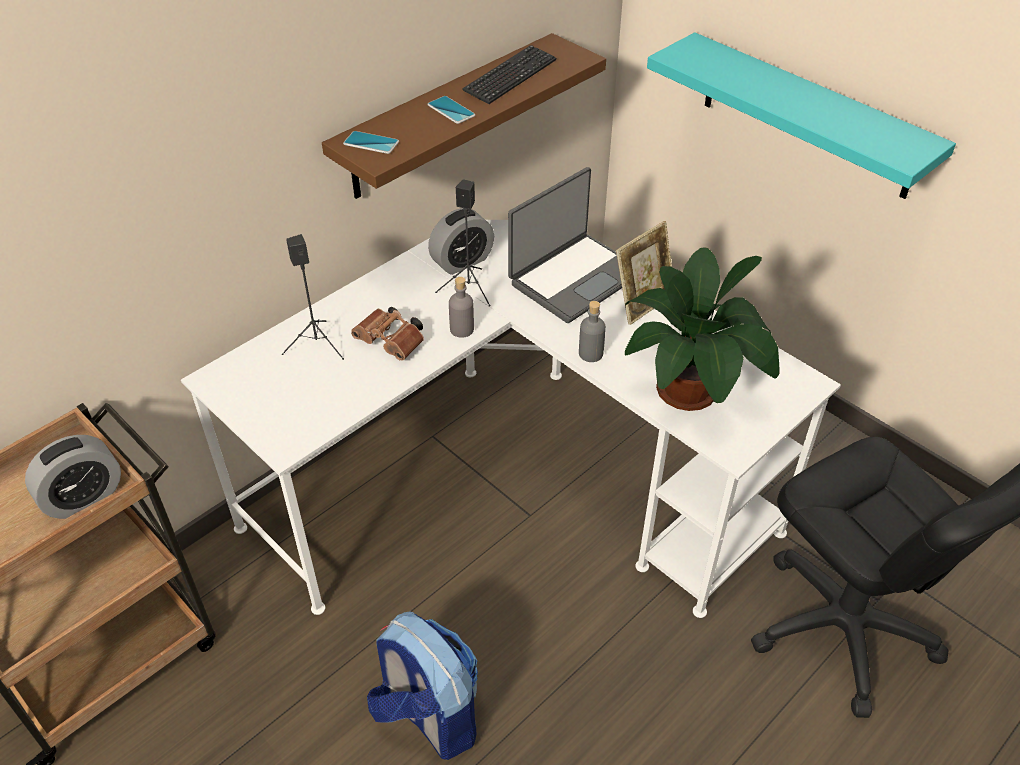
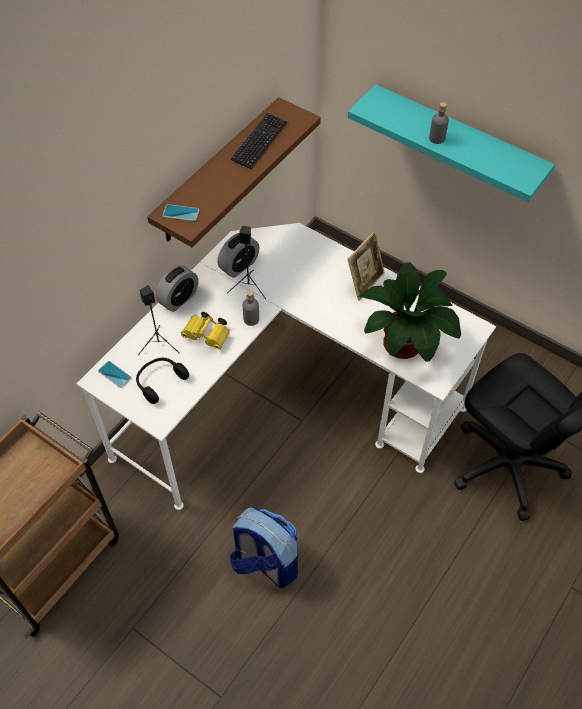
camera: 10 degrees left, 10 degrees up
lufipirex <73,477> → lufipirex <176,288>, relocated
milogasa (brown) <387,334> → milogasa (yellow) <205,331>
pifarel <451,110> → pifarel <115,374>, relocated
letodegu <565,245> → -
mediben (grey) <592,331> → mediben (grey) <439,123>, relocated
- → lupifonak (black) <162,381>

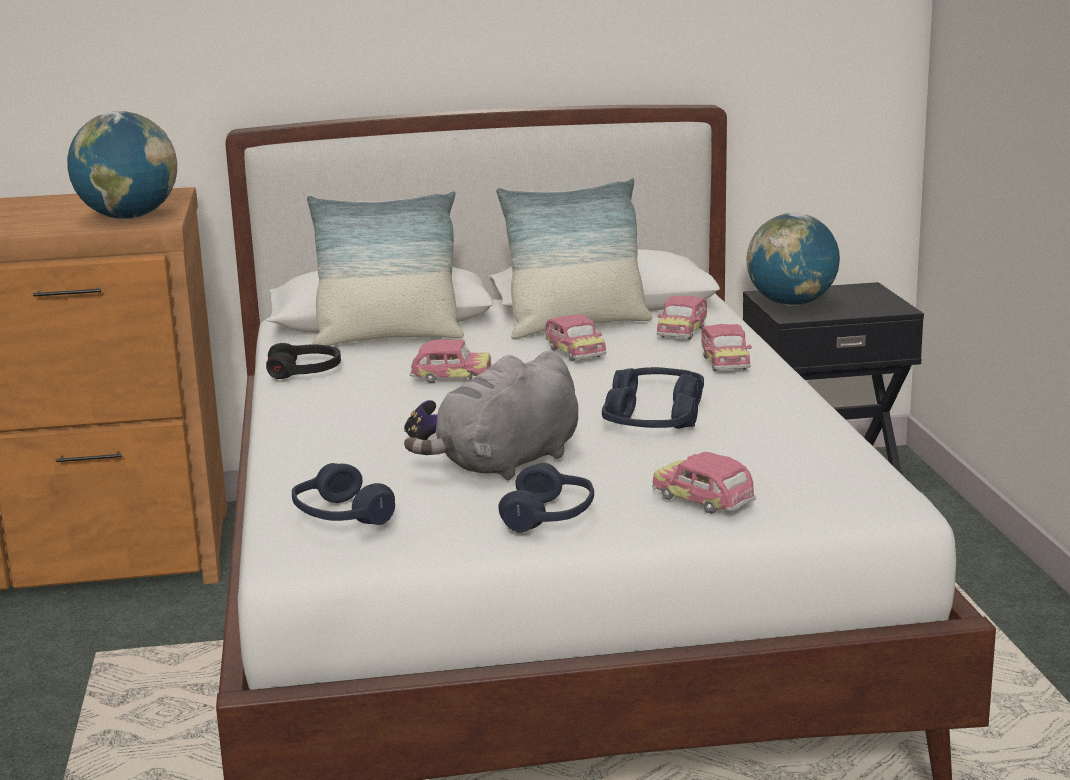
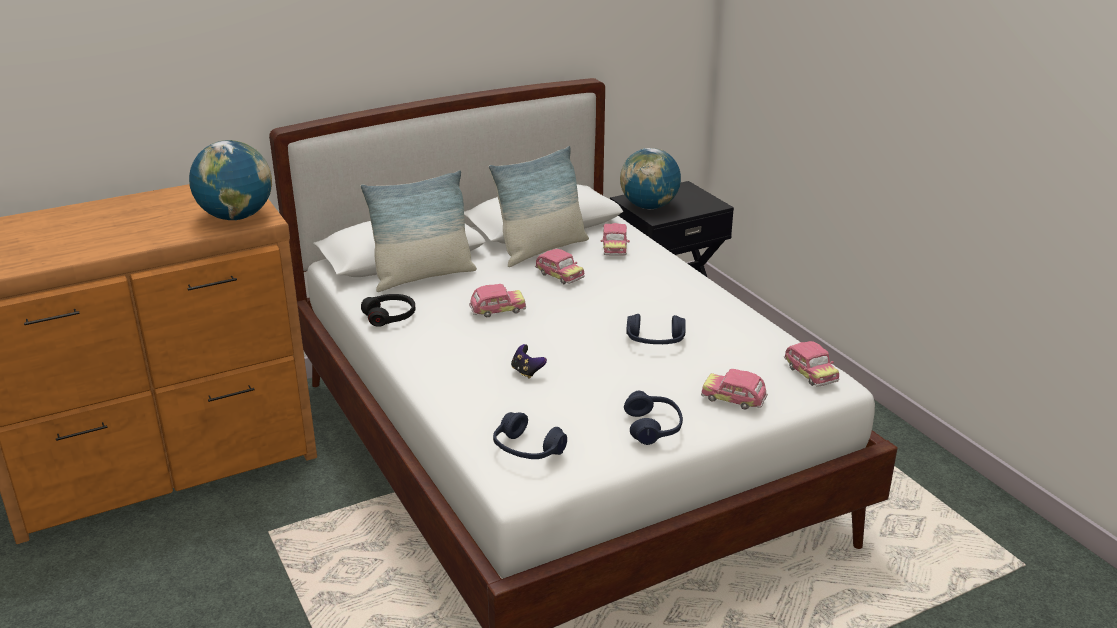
camera: 20 degrees left, 10 degrees up
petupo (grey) <491,415> → -
lupifonak (blue) <658,385> → -
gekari <726,347> → gekari <811,364>, relocated

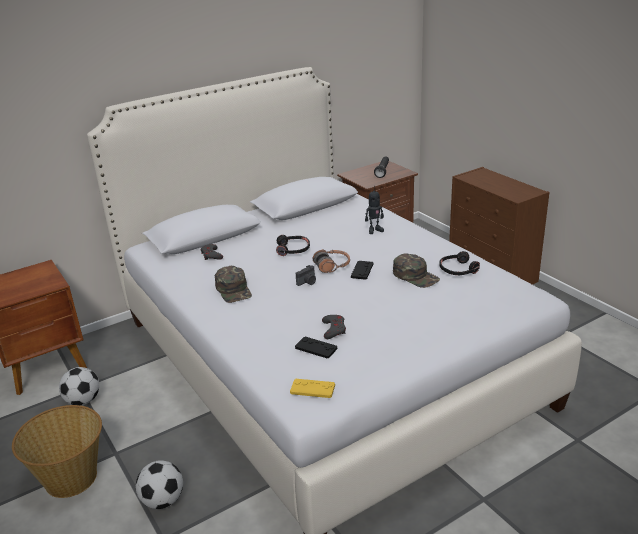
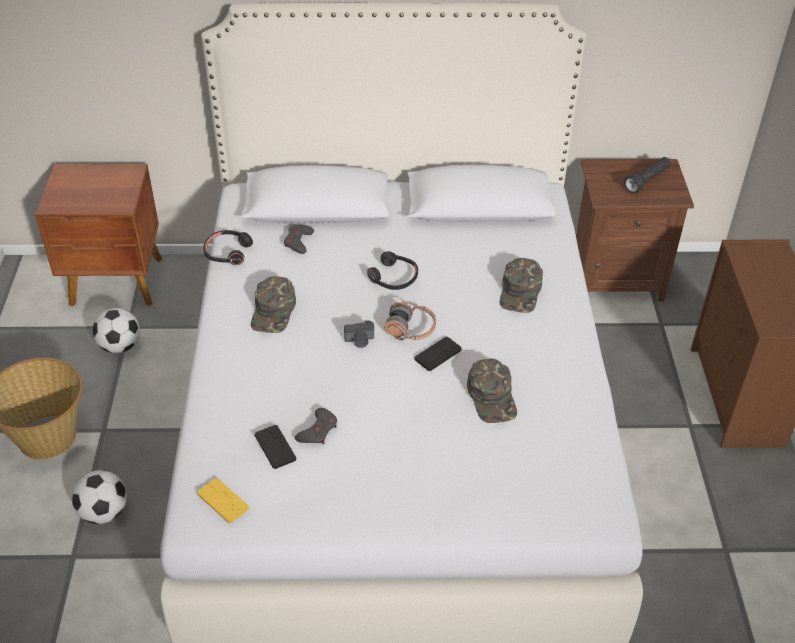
camera: 30 degrees right, 15 degrees up
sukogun <374,212> → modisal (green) <521,285>
lupifonak (black) <459,263> → lupifonak (black) <228,247>, relocated

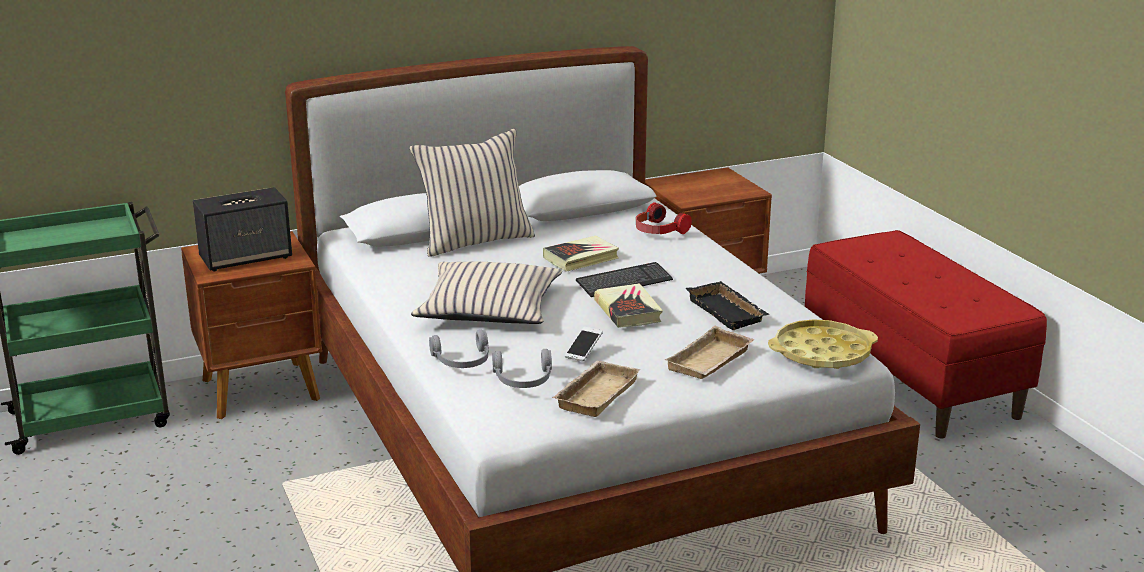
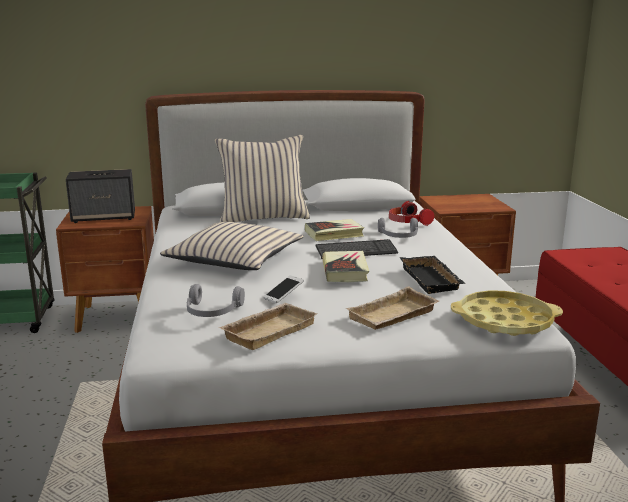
camera: 15 degrees right, 5 degrees down
lupifonak (grey) <459,348> → lupifonak (grey) <398,228>, relocated

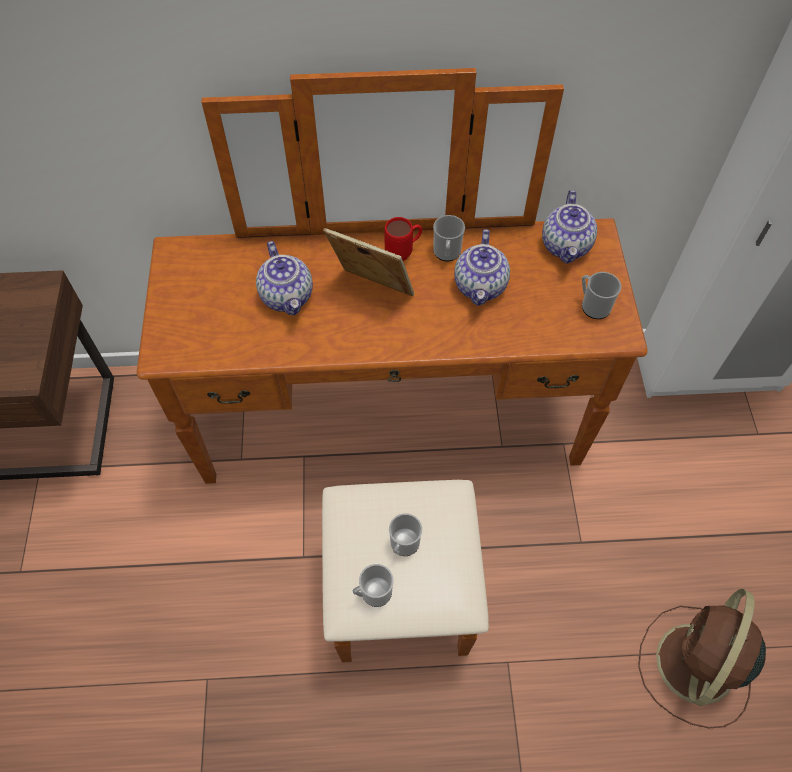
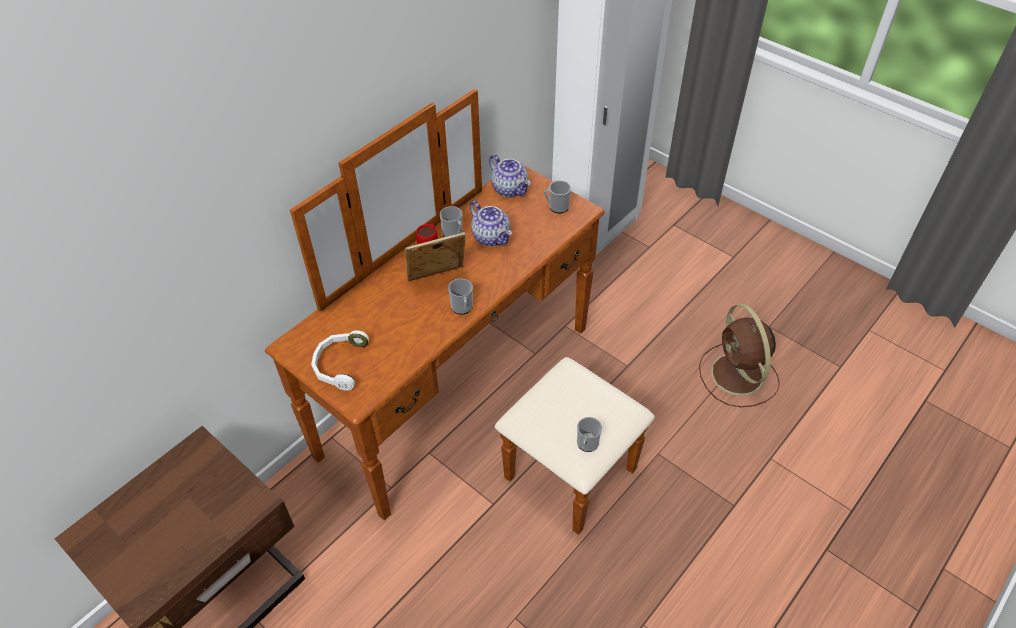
camera: 45 degrees left, 10 degrees down
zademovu <284,278> → -
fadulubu <405,534> → fadulubu <460,296>, relocated
- → lupifonak (white) <340,360>

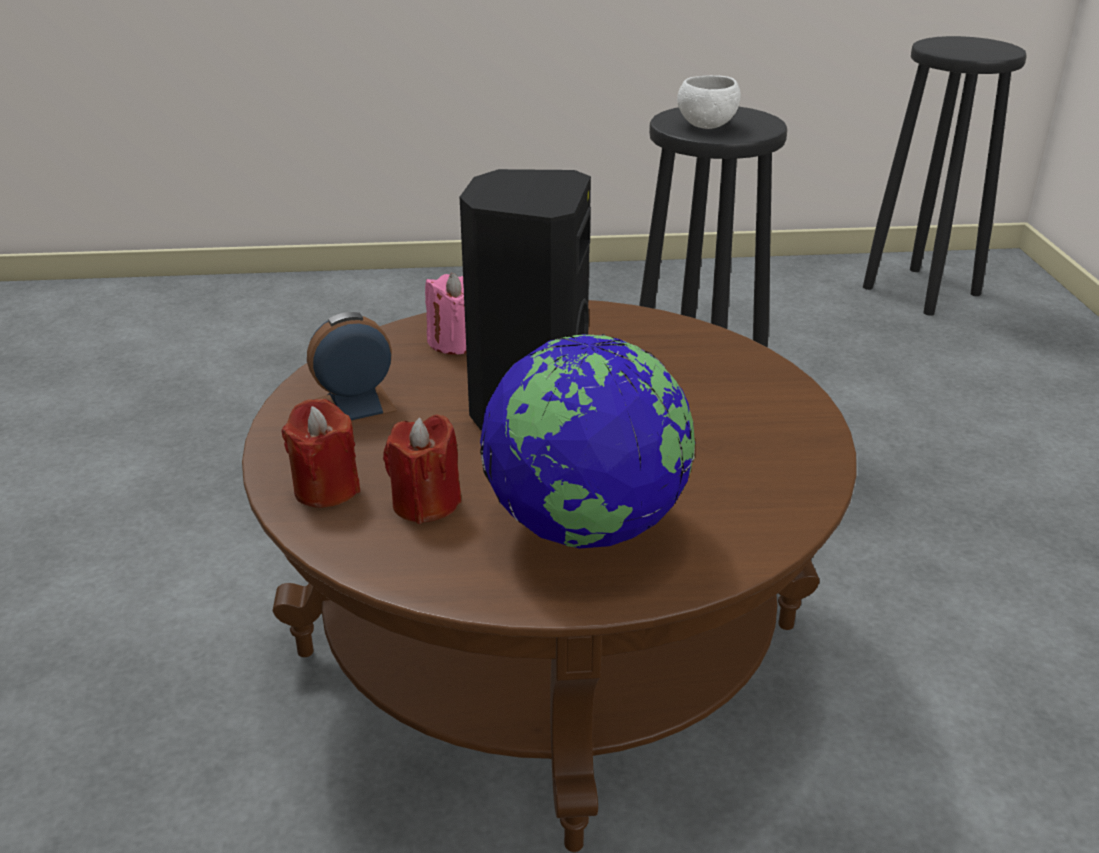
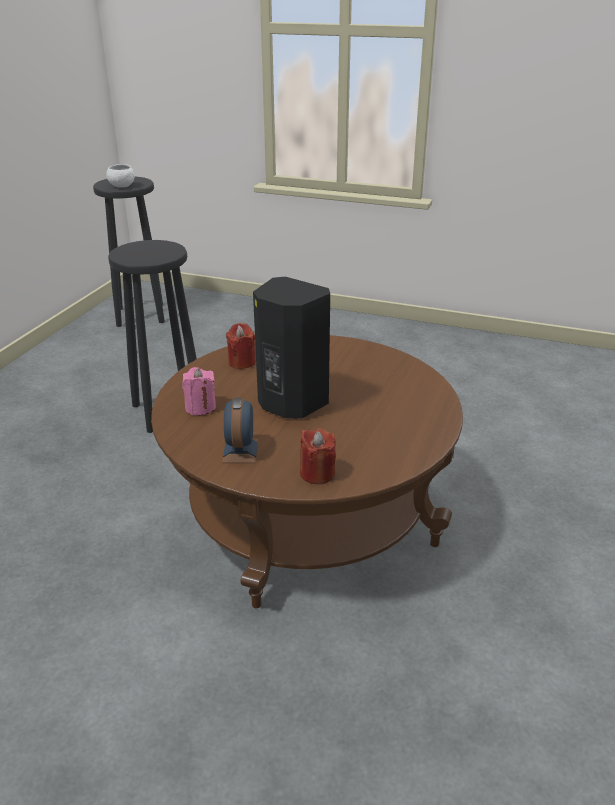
camera: 65 degrees left, 0 degrees up
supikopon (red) <422,469> → supikopon (red) <241,346>, relocated
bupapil <587,441> → -
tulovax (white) <709,102> → tulovax (white) <120,176>, relocated

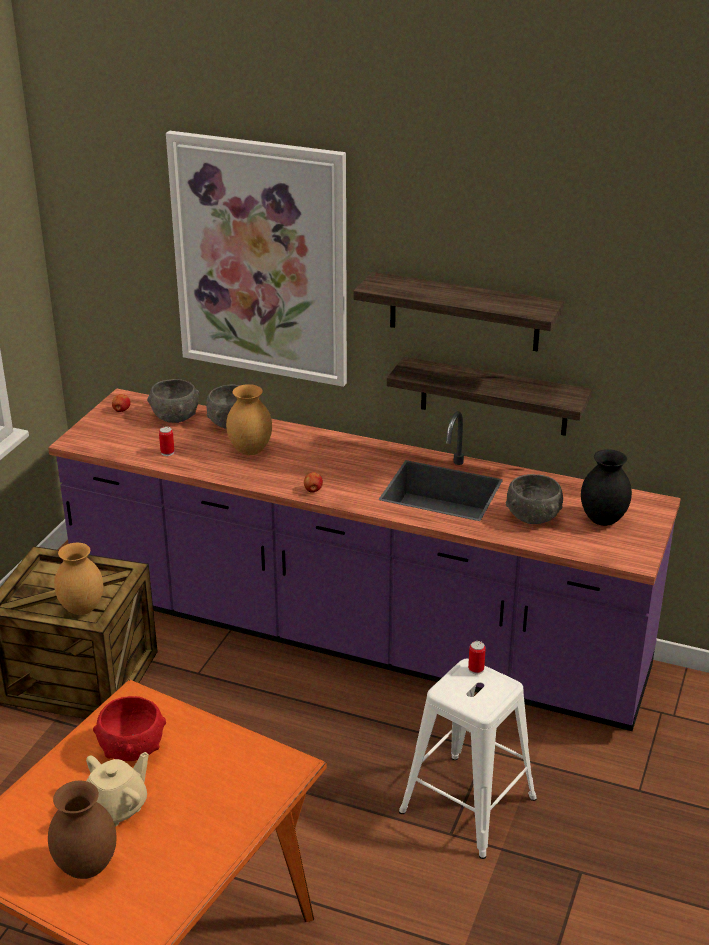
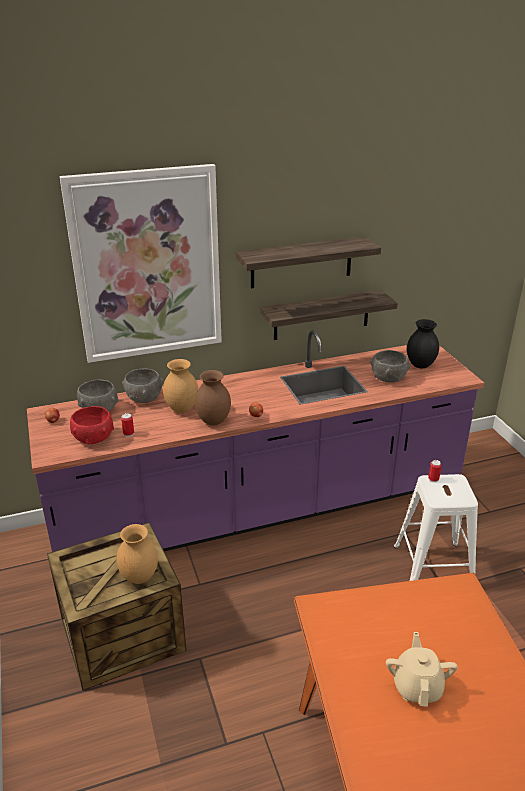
camera: 40 degrees left, 0 degrees up
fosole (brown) <82,830> → fosole (brown) <213,397>, relocated
tulovax (red) <129,728> → tulovax (red) <92,425>, relocated

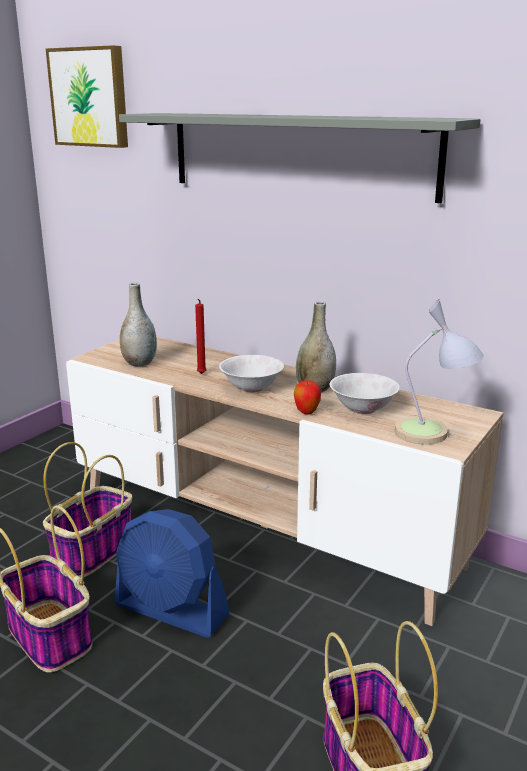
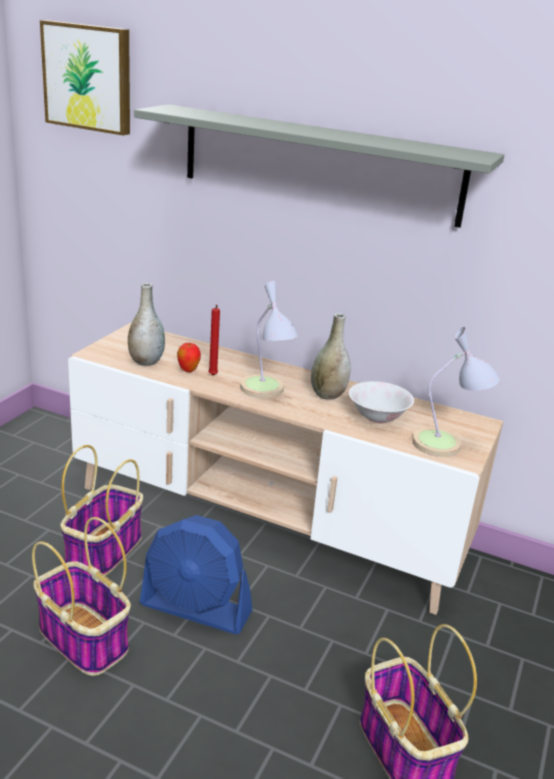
camera: 10 degrees left, 5 degrees up
tulovax (white) <251,373> → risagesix <269,339>
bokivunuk <307,397> → bokivunuk <189,357>, relocated

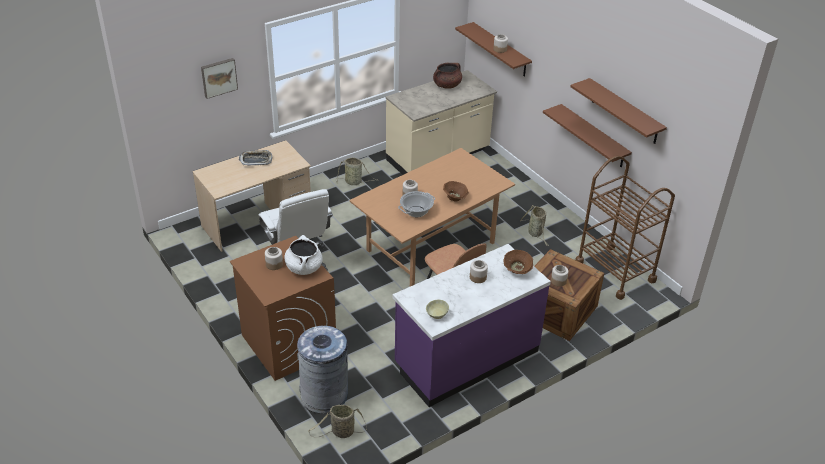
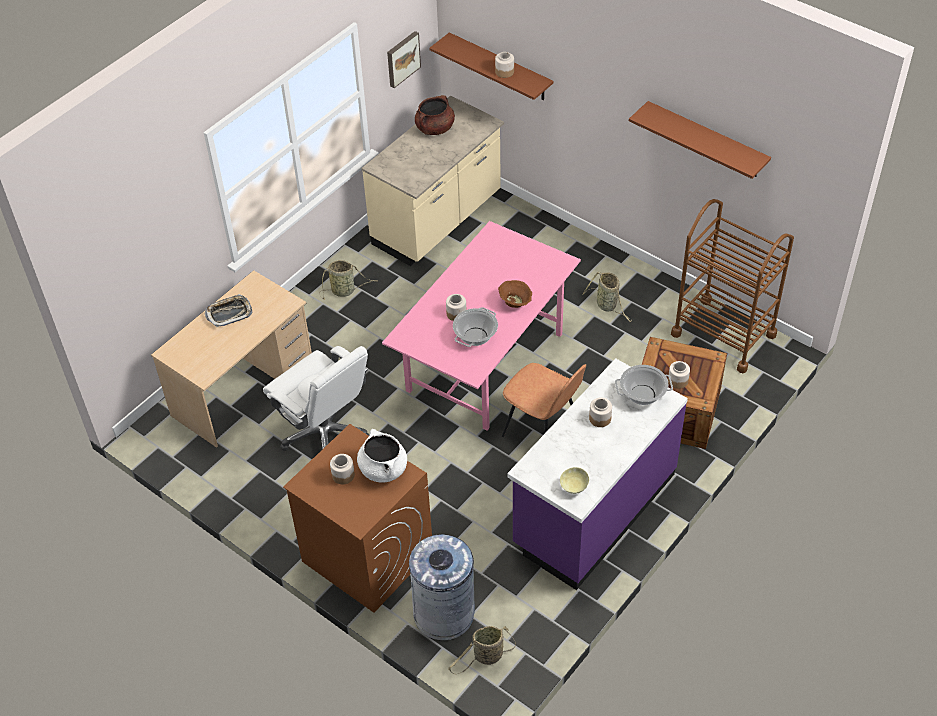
camera: 15 degrees left, 10 degrees up
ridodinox <219,78> → ridodinox <404,59>, relocated
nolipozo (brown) <432,217> → nolipozo (pink) <481,325>
tulovax (brown) <518,262> → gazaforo <644,385>
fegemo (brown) <587,135> → -

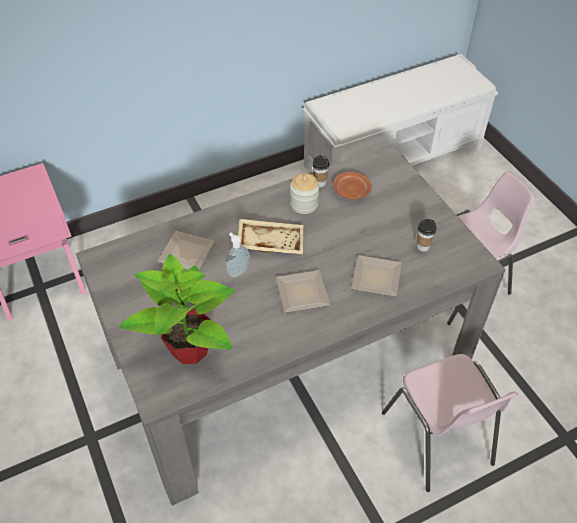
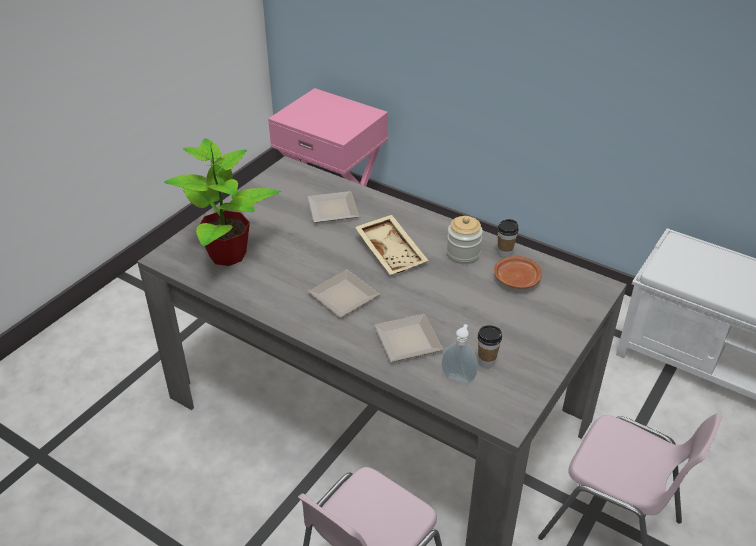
camera: 60 degrees right, 10 degrees down
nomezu <238,255> → nomezu <460,354>, relocated

